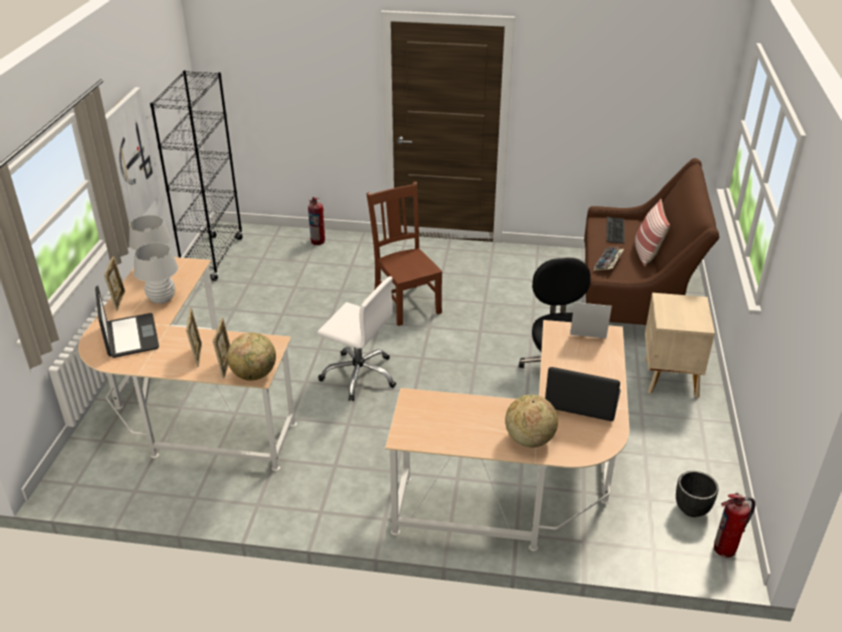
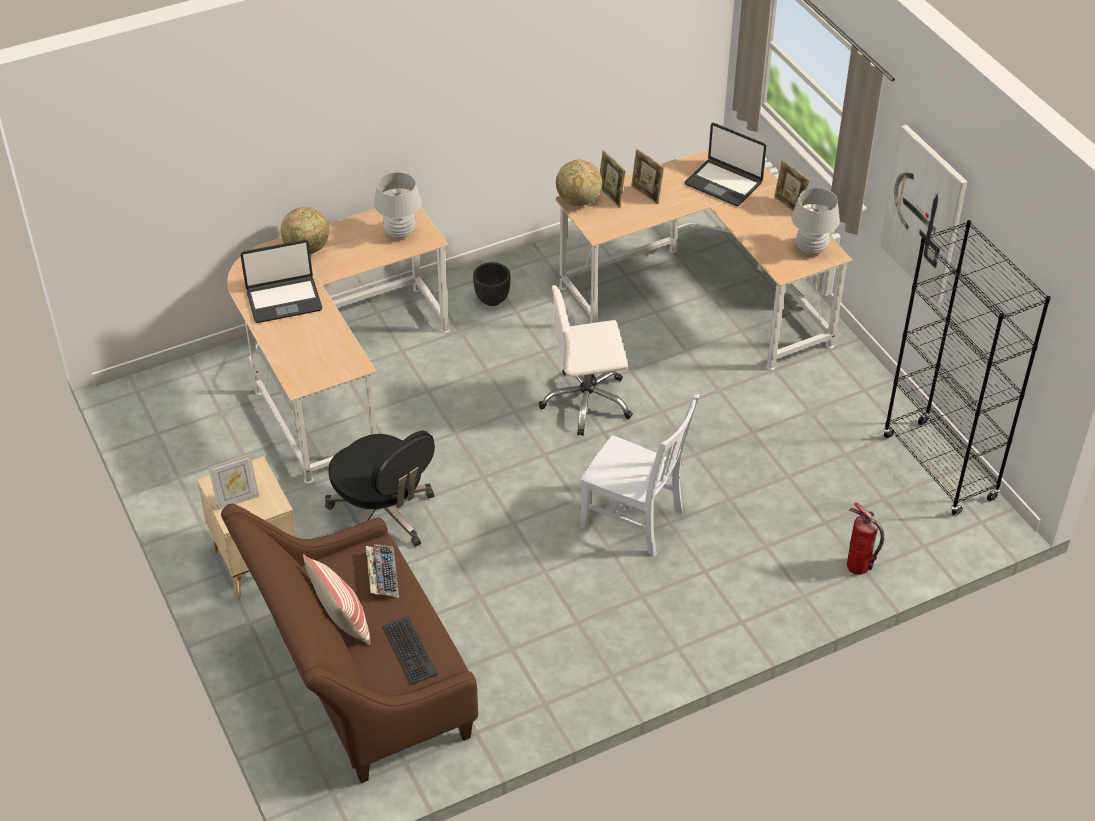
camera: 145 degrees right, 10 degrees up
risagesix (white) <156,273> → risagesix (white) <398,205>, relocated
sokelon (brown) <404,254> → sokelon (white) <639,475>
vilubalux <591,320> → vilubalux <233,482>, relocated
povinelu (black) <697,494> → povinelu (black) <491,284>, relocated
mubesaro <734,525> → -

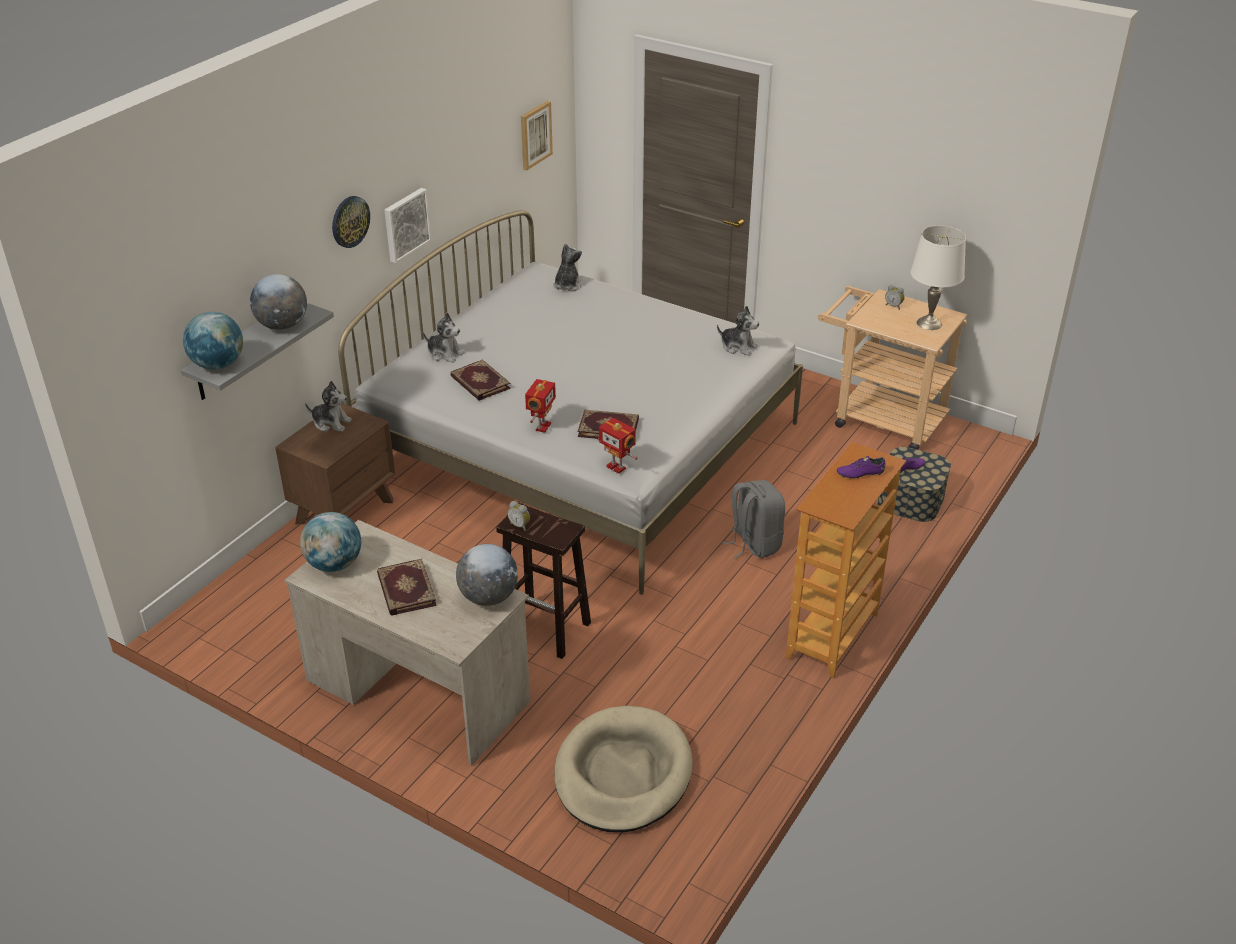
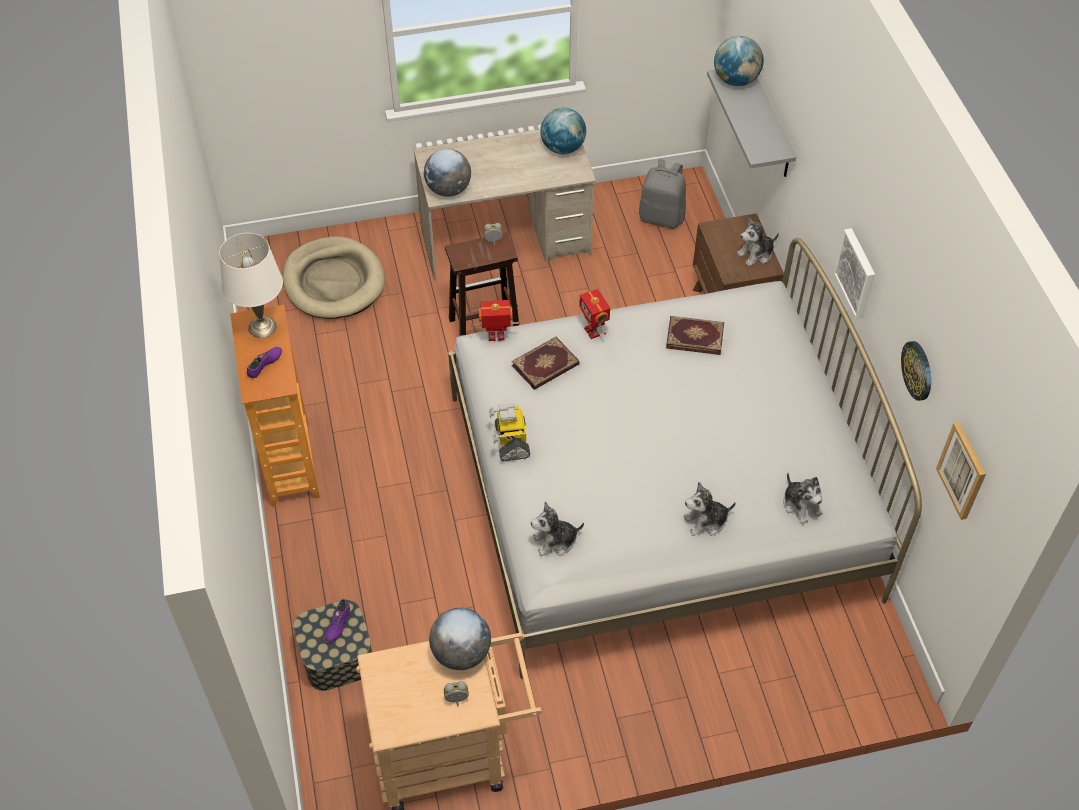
camera: 135 degrees right, 15 degrees up
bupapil <278,302> → bupapil <460,639>, relocated
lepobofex <351,222> → lepobofex <916,371>, relocated
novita <407,587> → -
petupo <444,338> → petupo <710,509>, relocated
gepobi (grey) <753,519> → gepobi (grey) <662,194>, relocated
risagesix (white) <938,278> → risagesix (white) <251,285>, relocated
- → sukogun <509,432>

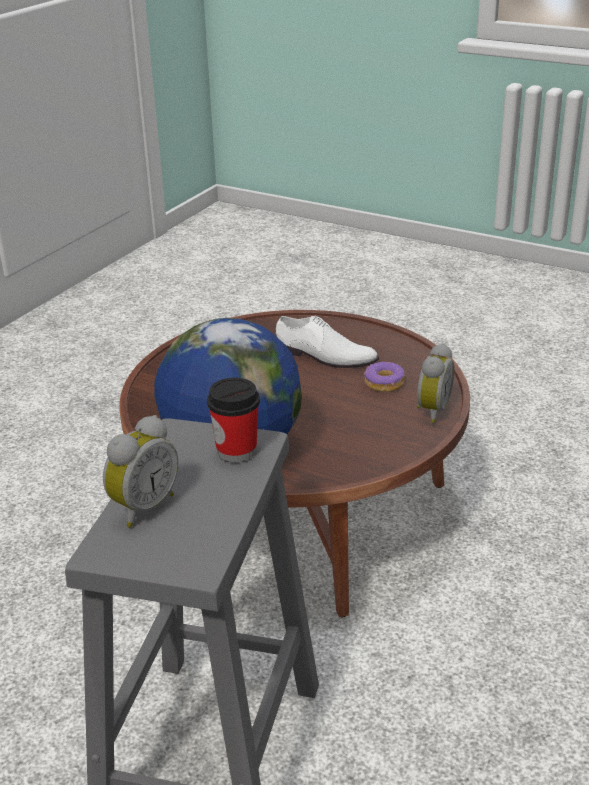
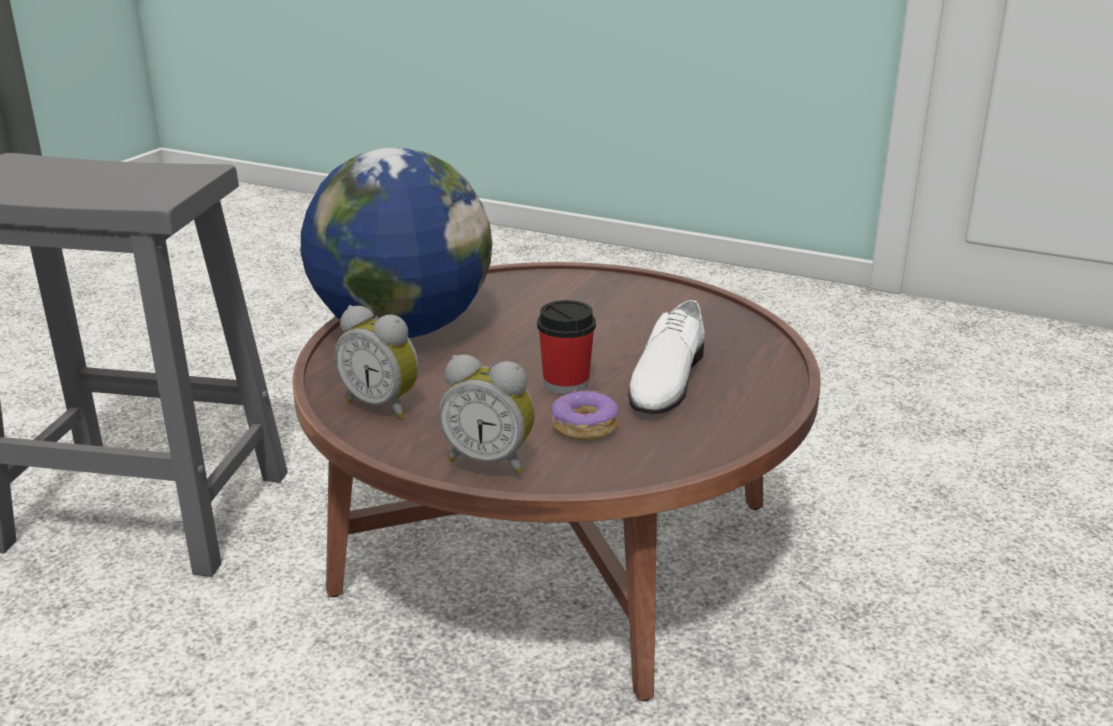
camera: 85 degrees right, 5 degrees down
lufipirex <140,471> → lufipirex <377,362>, relocated
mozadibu <233,420> → mozadibu <566,347>, relocated

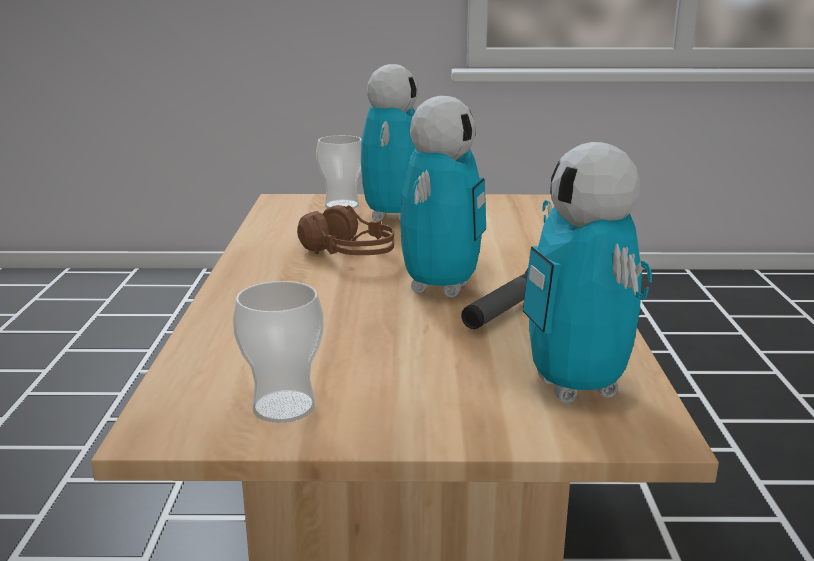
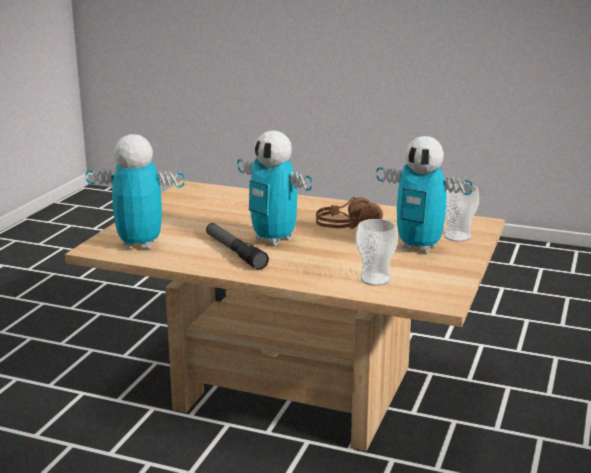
camera: 110 degrees right, 0 degrees up
mozadibu <278,352> → mozadibu <377,252>, relocated

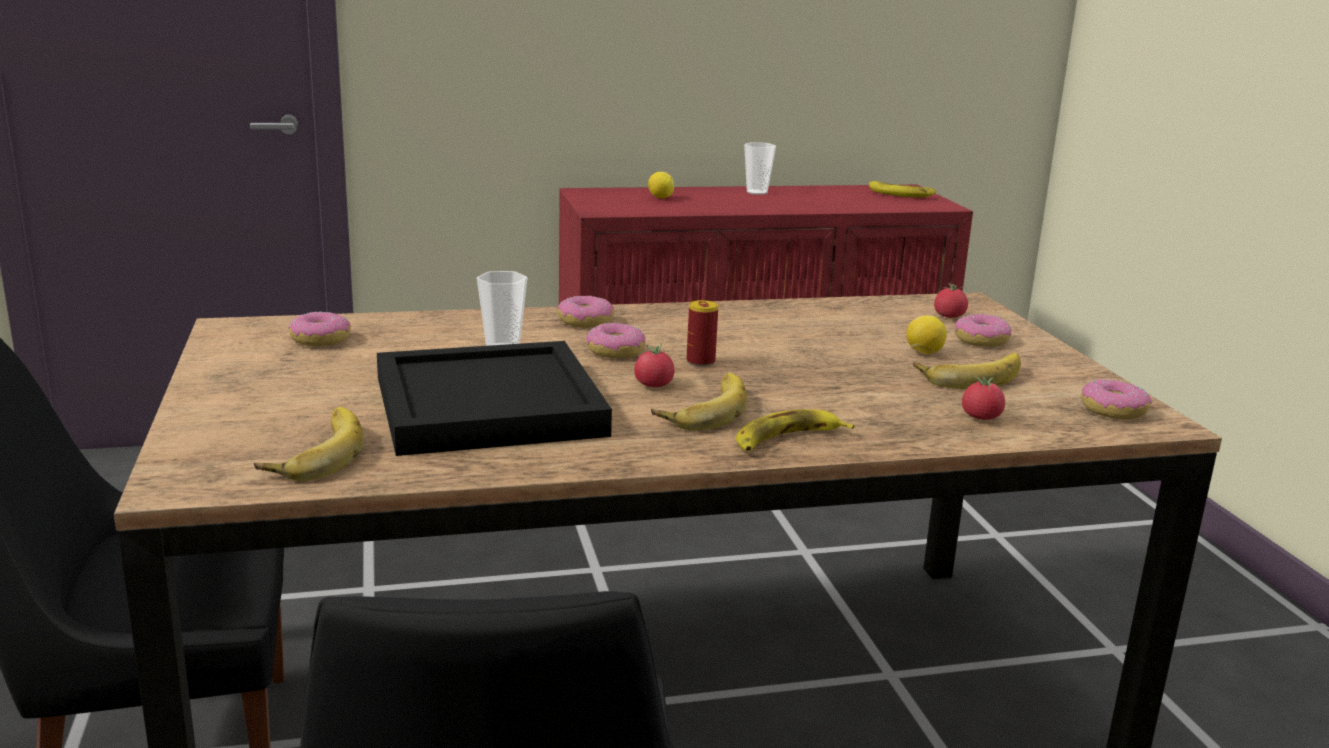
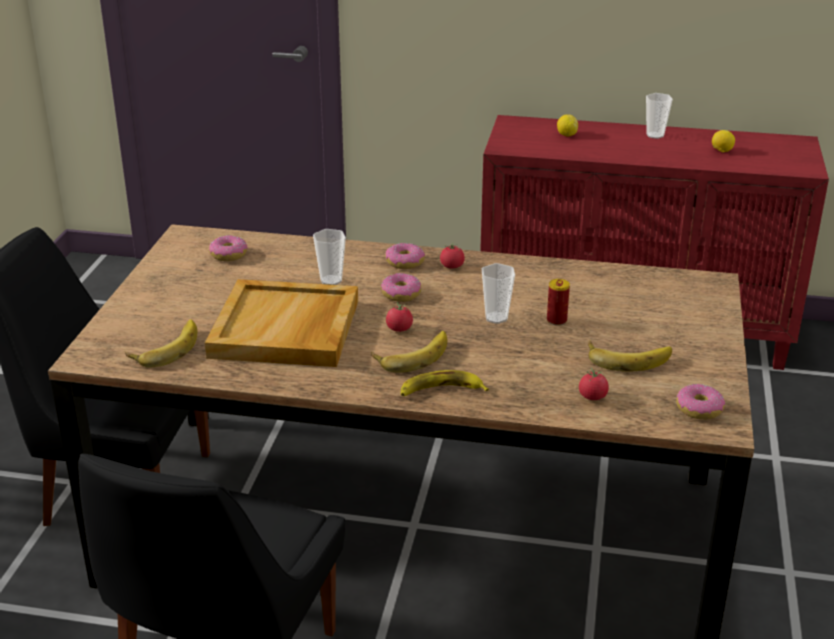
camera: 25 degrees right, 10 degrees up
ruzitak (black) <494,398> → ruzitak (beige) <281,323>
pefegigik <702,333> → pefegigik <558,302>, relocated
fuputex <902,189> → -
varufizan <926,335> → varufizan <723,141>, relocated
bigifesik <951,300> → bigifesik <452,255>, relocated
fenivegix <983,330> → -
- → mozadibu <498,293>

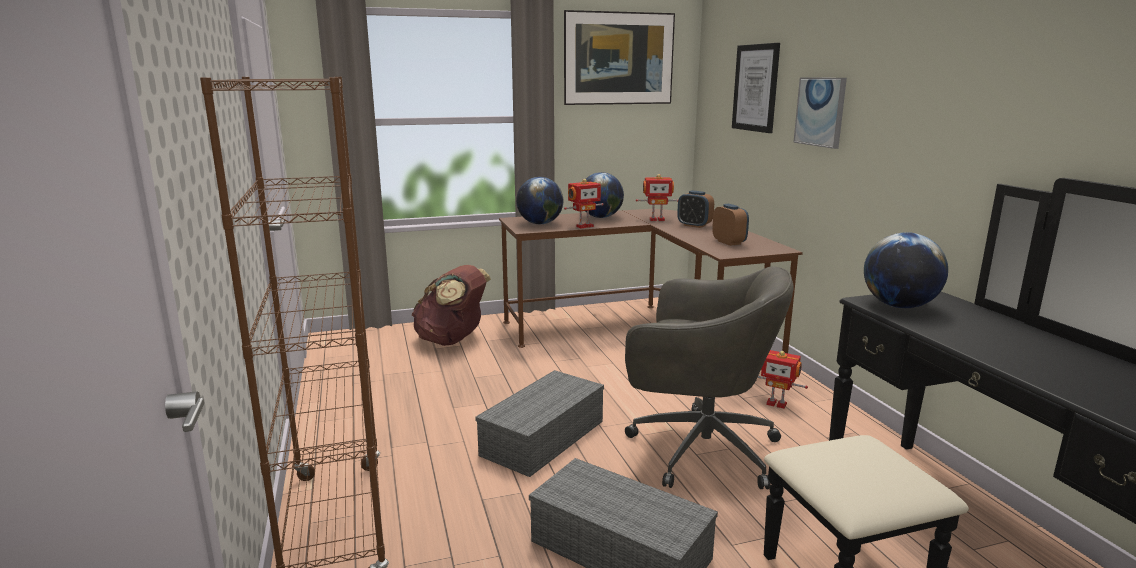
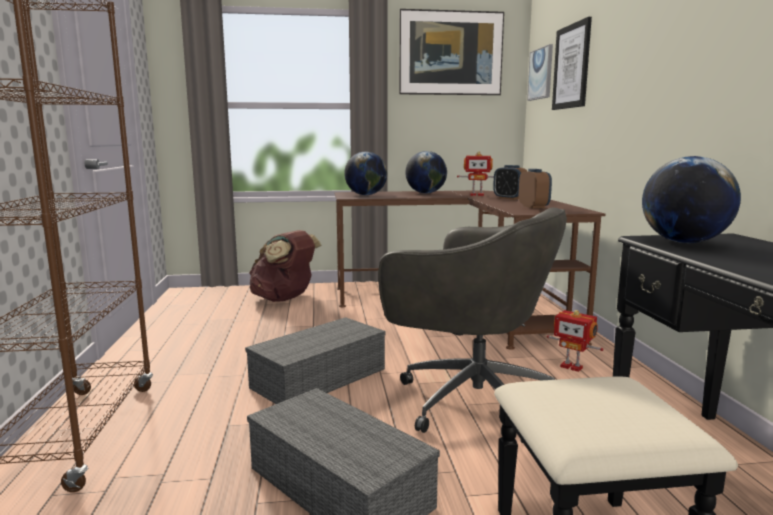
camera: 10 degrees right, 5 degrees down
sukogun <584,203> → -
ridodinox <820,113> → ridodinox <540,72>, relocated

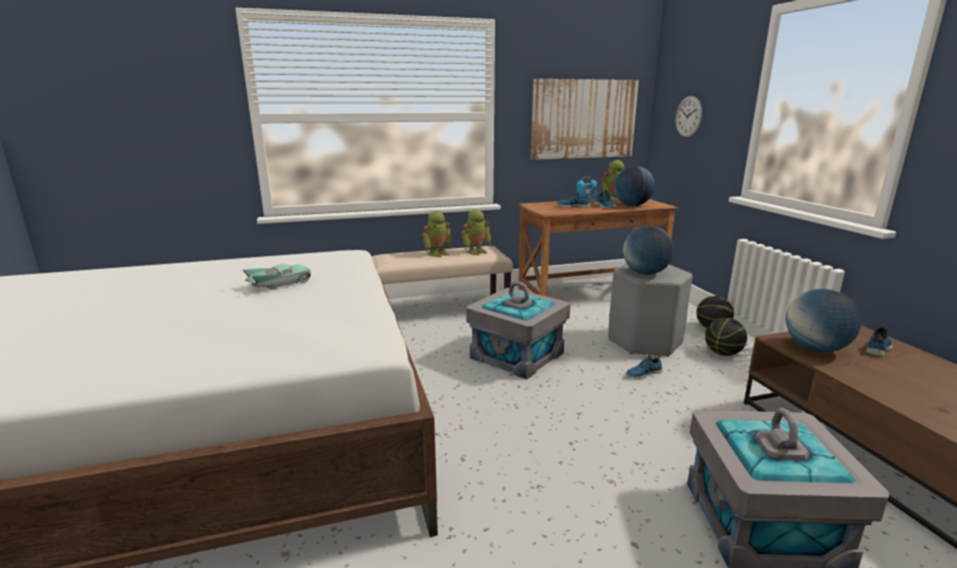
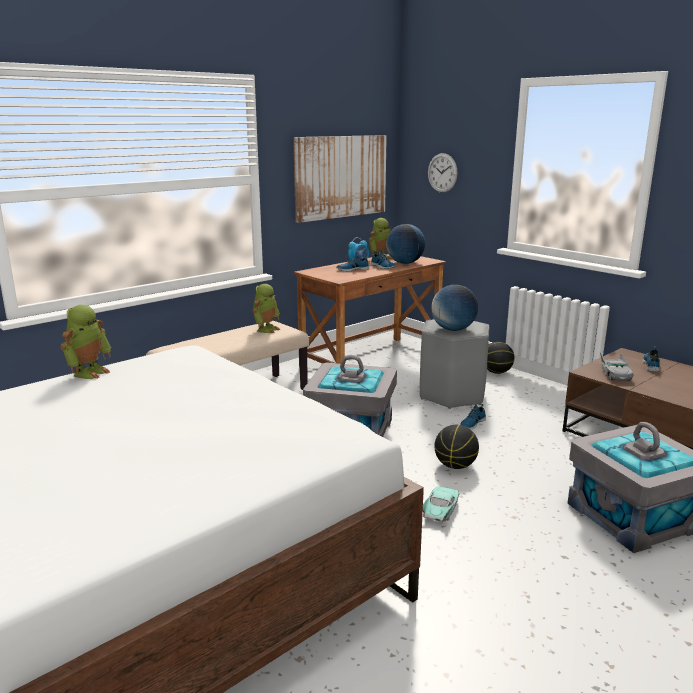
camera: 25 degrees left, 0 degrees up
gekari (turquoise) <277,277> → gekari (turquoise) <441,504>, relocated
sukogun <437,234> → sukogun <85,342>, relocated
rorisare <726,337> → rorisare <456,447>, relocated
bupapil <823,320> → gekari (grey) <616,367>

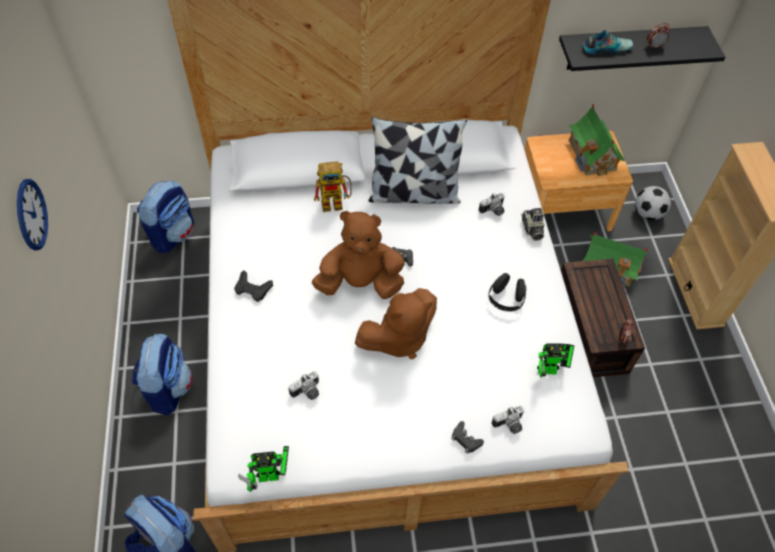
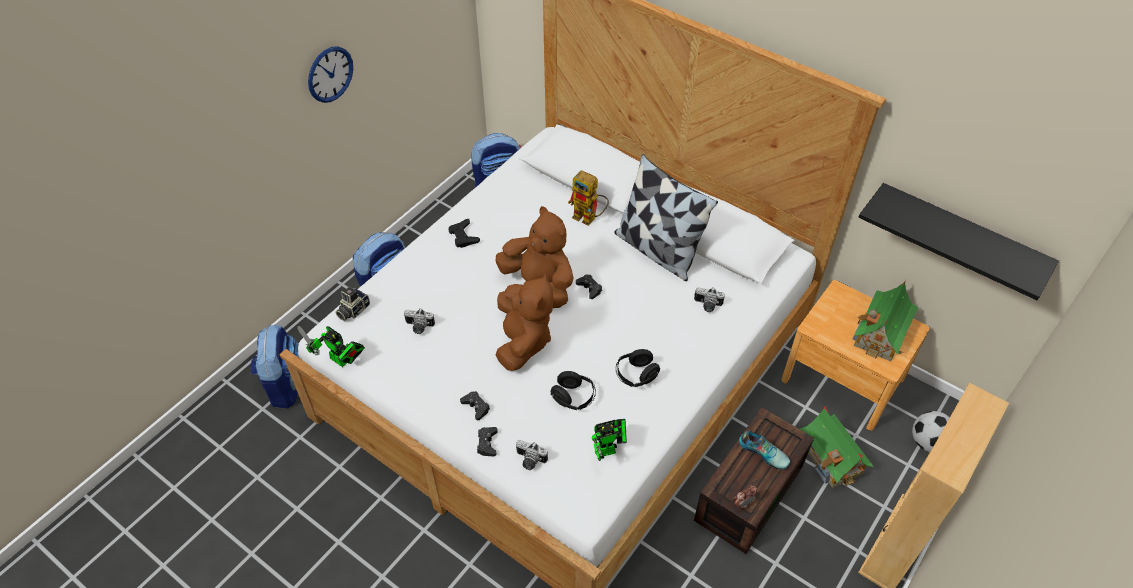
camera: 45 degrees right, 5 degrees down
petupo (brown) <396,324> → petupo (brown) <524,321>, 105 degrees counterclockwise
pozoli <533,224> → pozoli <353,304>, relocated
sukogun <556,360> → sukogun <609,440>, 60 degrees counterclockwise
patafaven <608,42> → patafaven <764,450>, relocated
lufipirex <659,36> → -
- → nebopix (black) <475,405>
- → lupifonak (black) <573,390>

